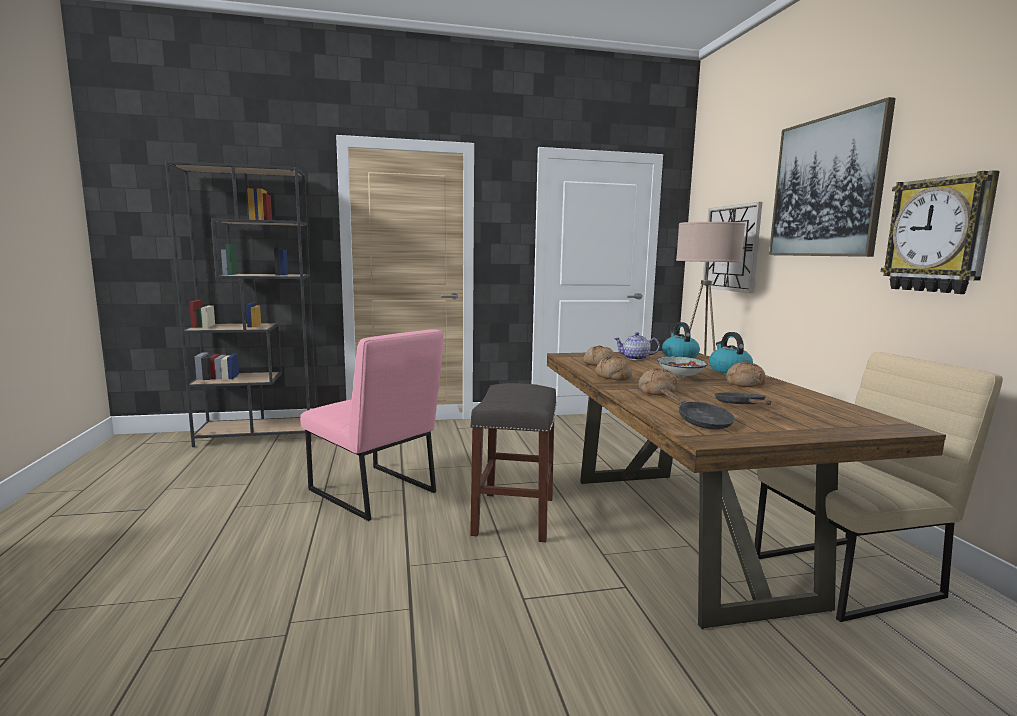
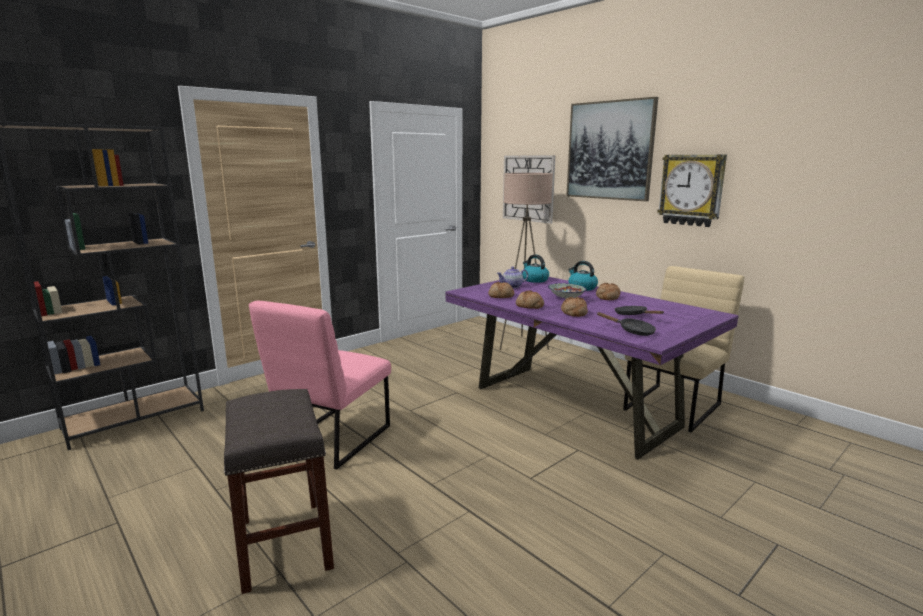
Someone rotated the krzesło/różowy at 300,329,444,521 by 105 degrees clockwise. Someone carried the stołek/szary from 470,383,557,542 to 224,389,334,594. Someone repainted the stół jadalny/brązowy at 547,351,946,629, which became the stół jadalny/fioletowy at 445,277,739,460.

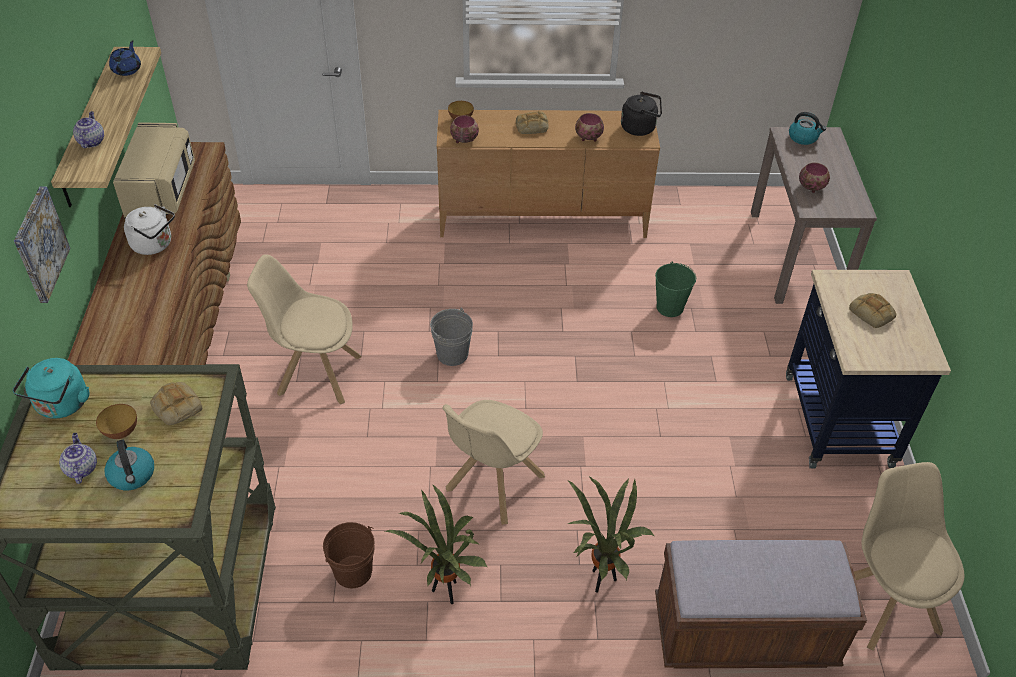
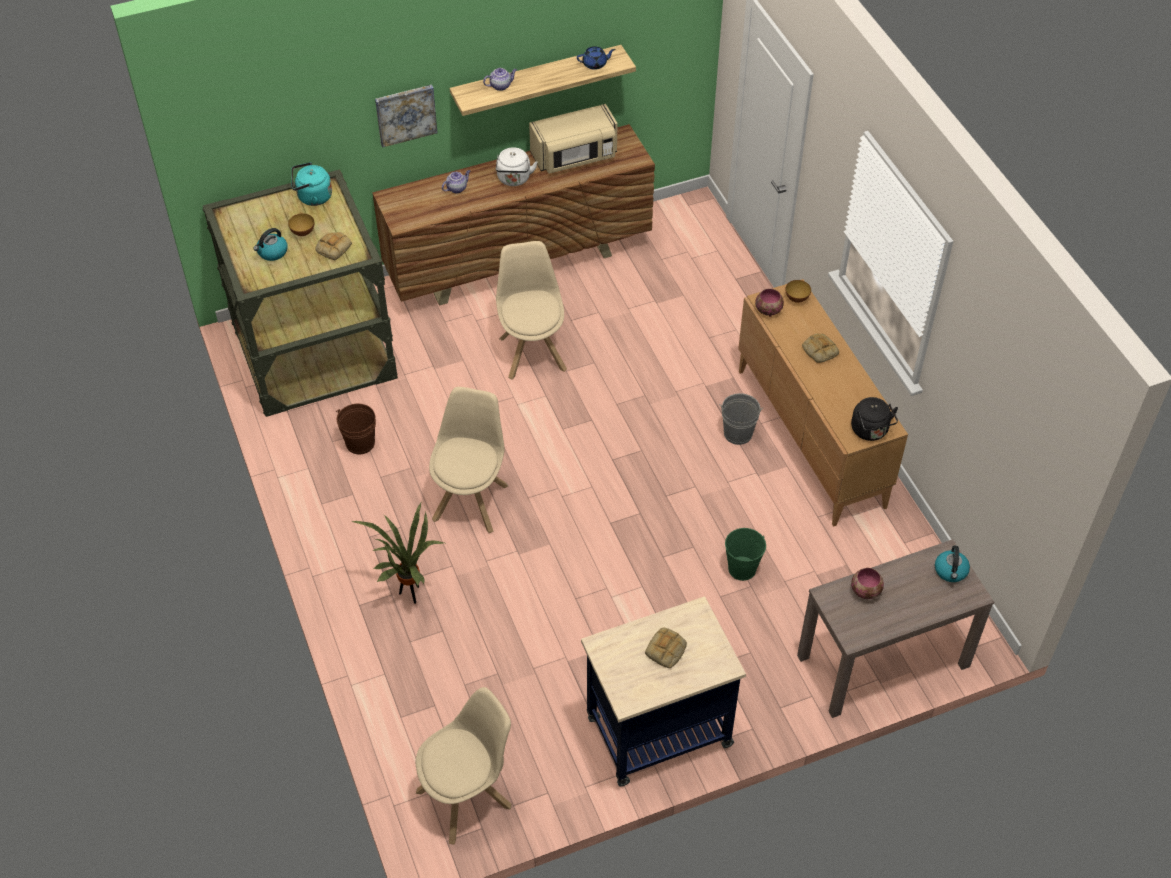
Someone carried the imbryk from 59,433,97,484 to 442,170,470,193. Someone took away the roślina doniczkowa at 385,484,488,604. Someone carried the wiadro/szary from 430,308,473,366 to 719,393,763,445. Someone rotated the krzesło/beżowy at 442,400,545,525 by 90 degrees clockwise. Someone took away the miska at 575,113,604,142. Someone took away the ławka/brązowy at 655,540,867,669.

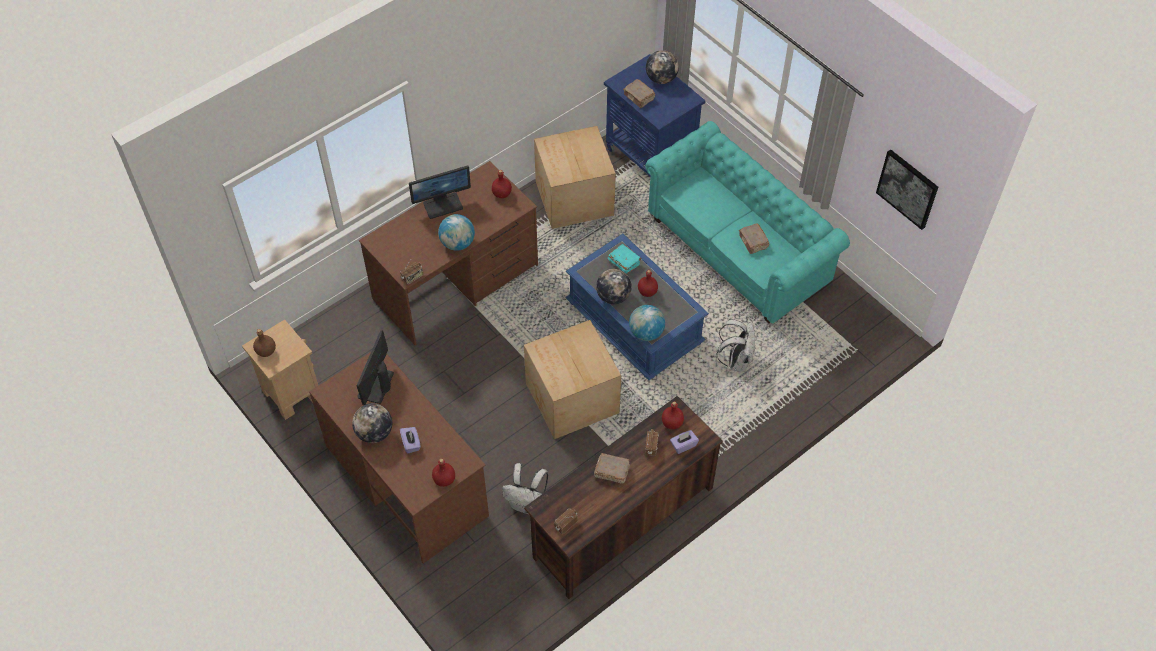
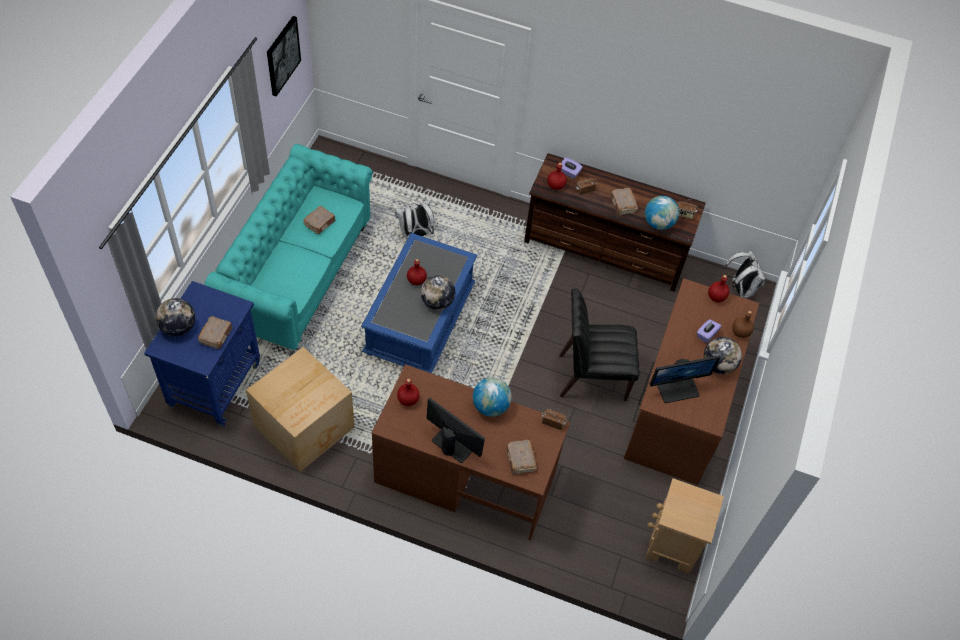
Someone carried the butelka/brązowy from 253,329,276,357 to 732,311,754,338. Someone carried the plecak/biały from 502,463,548,514 to 724,251,765,298. Someone took away the karton at 524,320,621,439. Someone took away the książka/turkusowy at 608,244,642,274. Someone carried the globus from 629,305,665,341 to 645,196,679,230. Someone put down the książka/brązowy at 506,440,537,475. Someone put down the krzesło/czarny at 559,288,640,401.

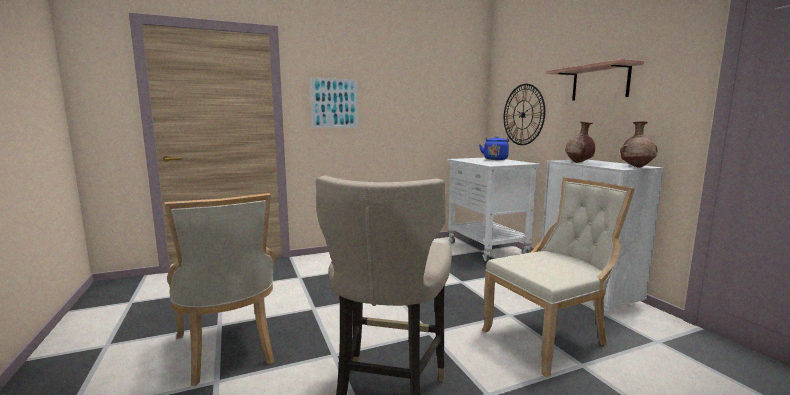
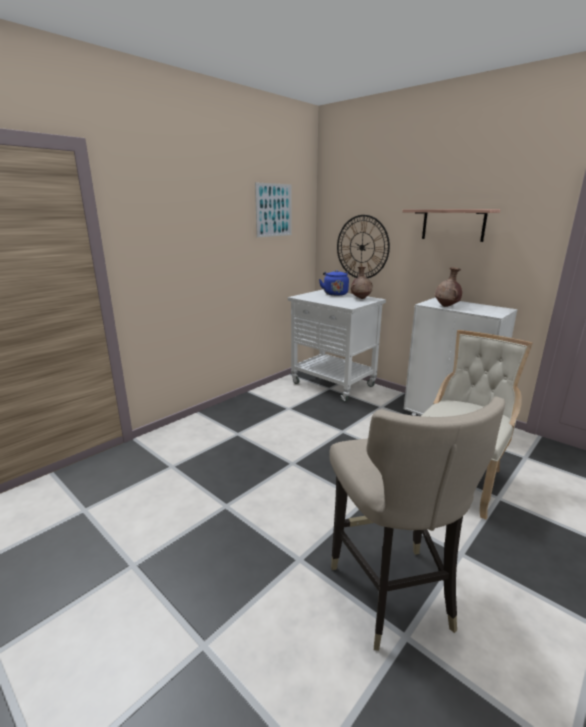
Someone took away the krzesło/beżowy at 165,193,275,386. Someone carried the obraz from 310,78,358,128 to 255,182,291,237. Someone carried the wazon/brązowy from 620,121,657,168 to 351,267,373,299.

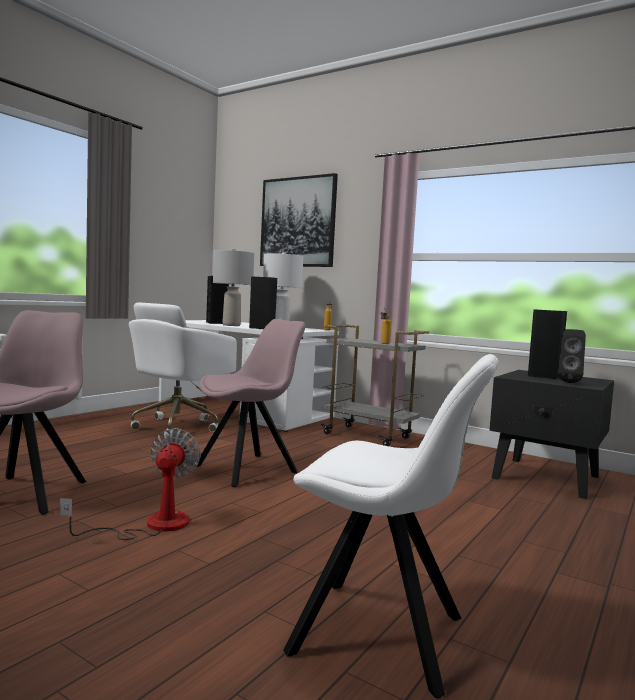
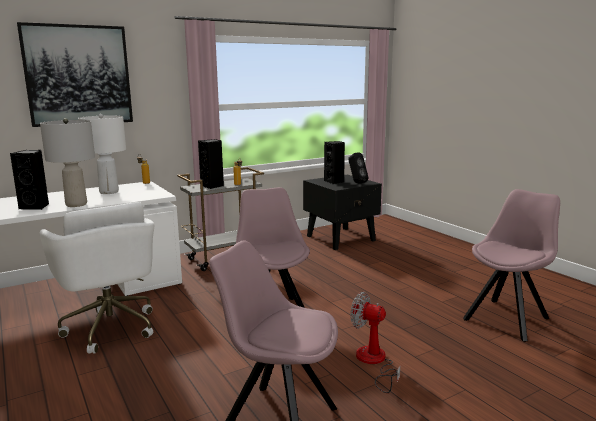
Someone carried the głośnik/czarny from 249,276,277,329 to 198,139,224,189. Someone repainted the krzesło/biały at 283,354,499,698, which became the krzesło/różowy at 463,189,560,342.

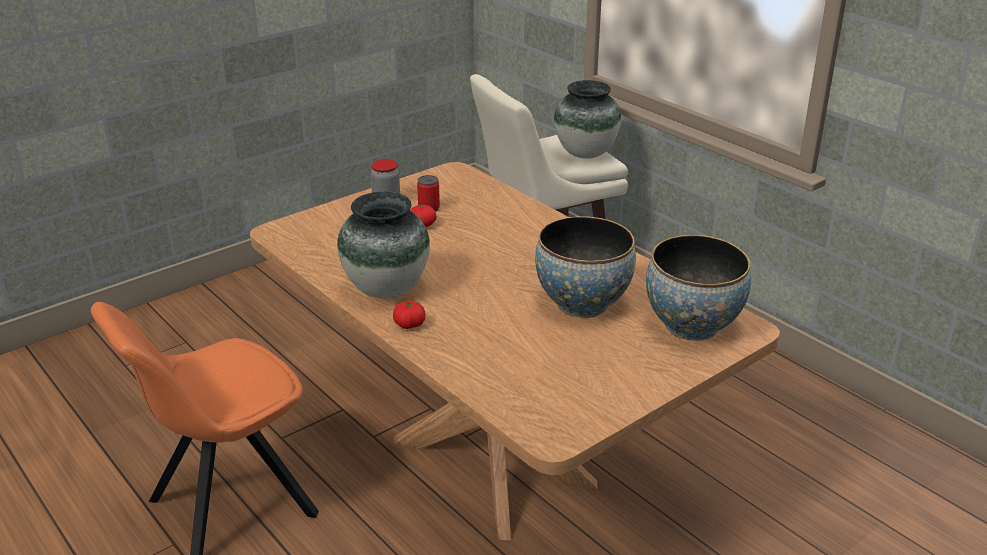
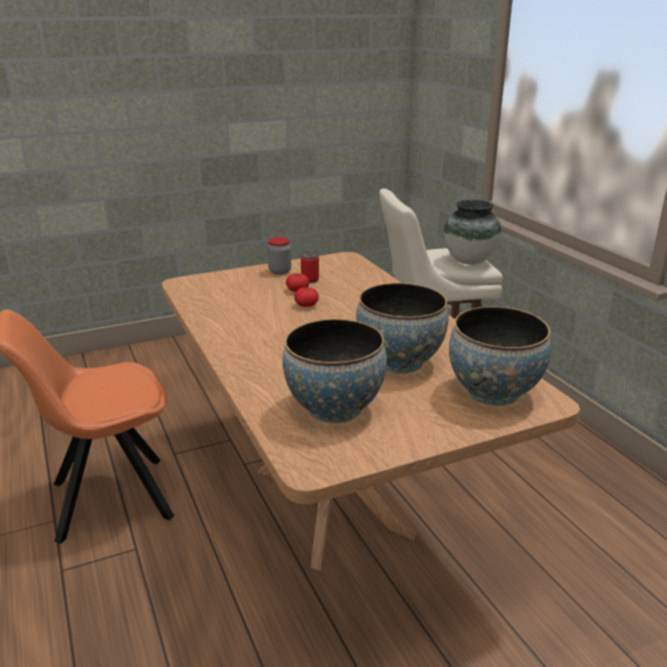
Someone took away the wazon at 337,192,430,298. Someone carried the pomidor from 393,301,426,329 to 294,287,319,307. Someone put down the miska at 283,319,387,423.

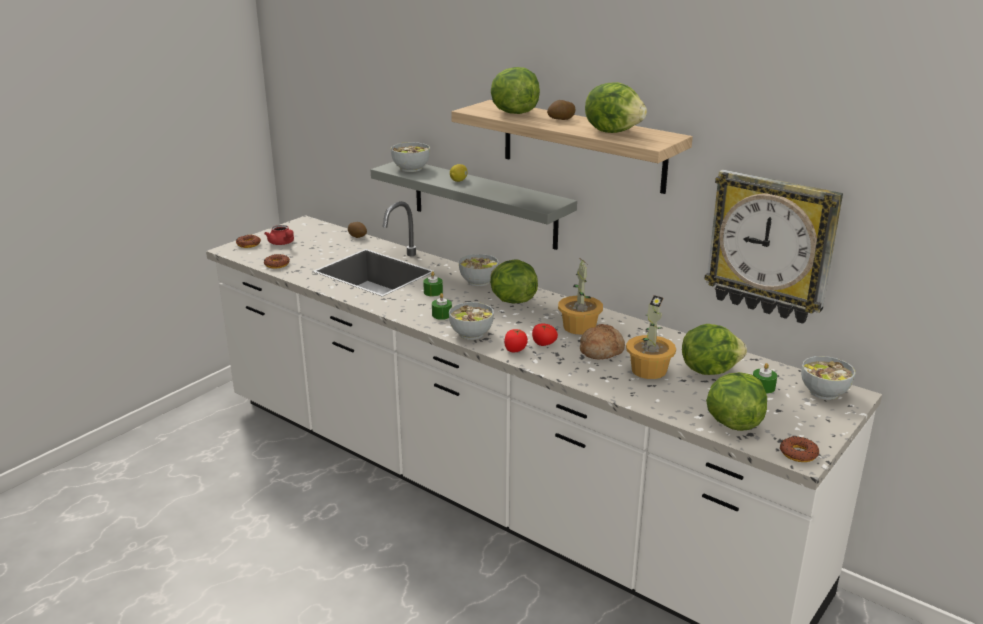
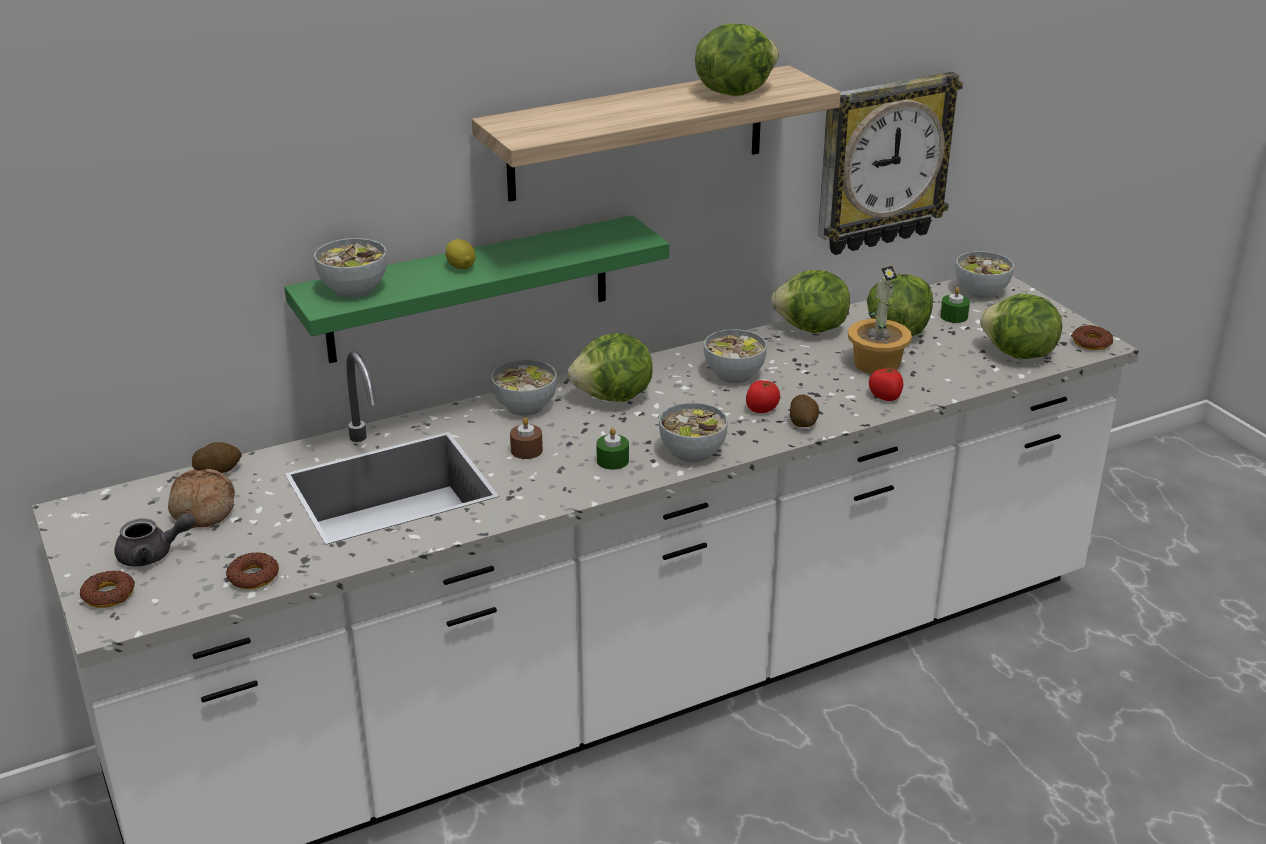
Someone repainted the imbryk/czerwony at 264,225,294,245, which became the imbryk/szary at 114,513,196,567. Someone repainted the półka/szary at 371,162,577,250, which became the półka/zielony at 284,215,669,363. Someone repainted the świeca/zielony at 423,271,443,296, which became the świeca/brązowy at 510,417,543,459. Someone carried the sałata from 491,67,540,114 to 771,270,850,333. Someone carried the pomidor from 504,329,528,352 to 869,367,903,401. Someone carried the ziemniak from 547,100,576,120 to 790,395,819,427. Someone swapped the roślina doniczkowa at 558,257,603,335 for the miska at 704,329,767,383. Someone carried the chleb from 580,324,625,359 to 168,468,235,528.

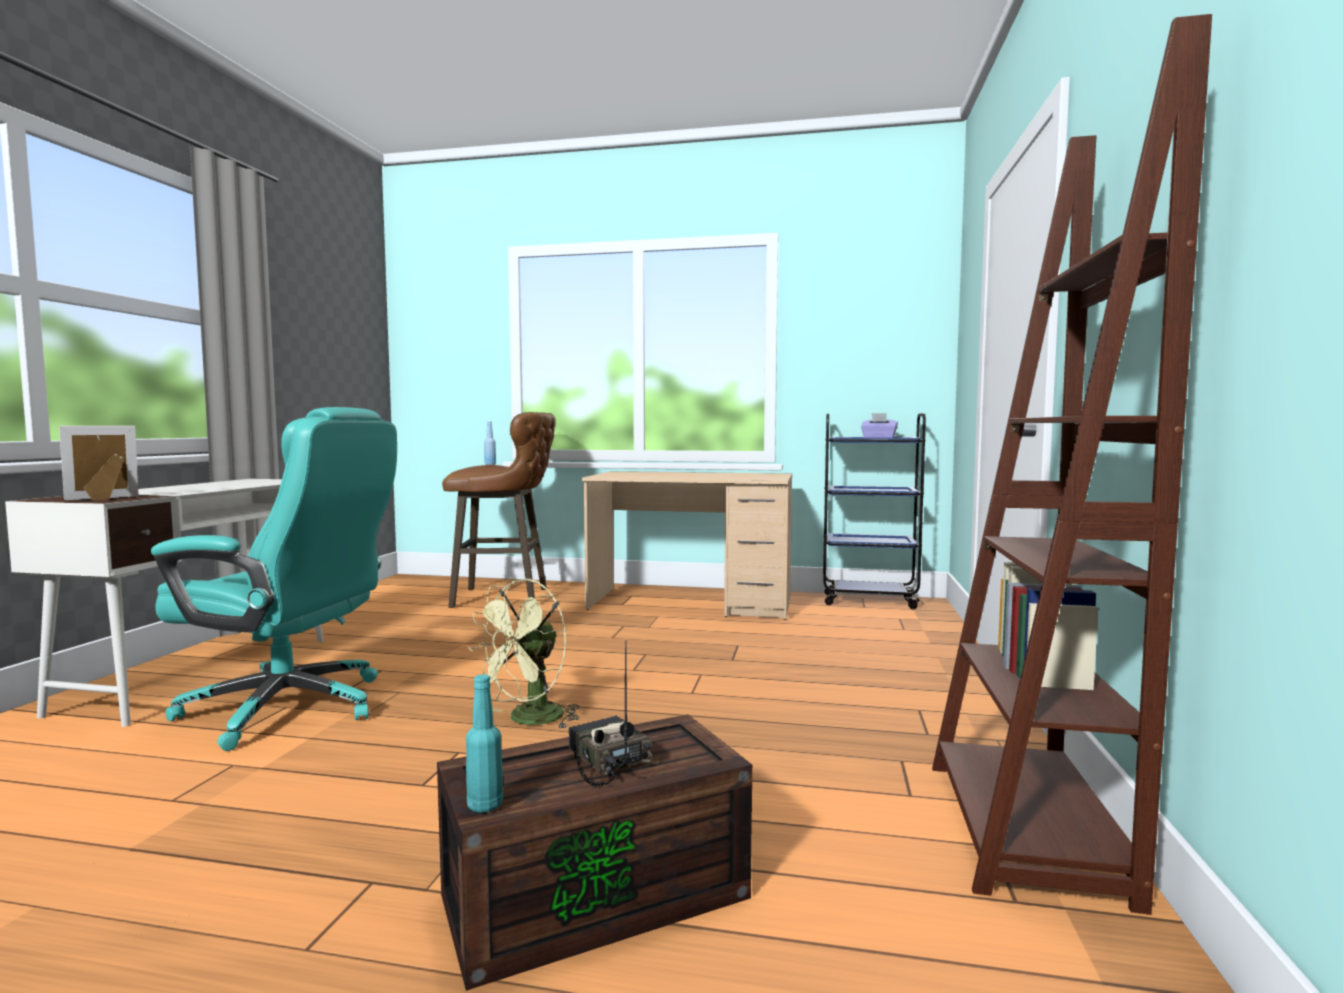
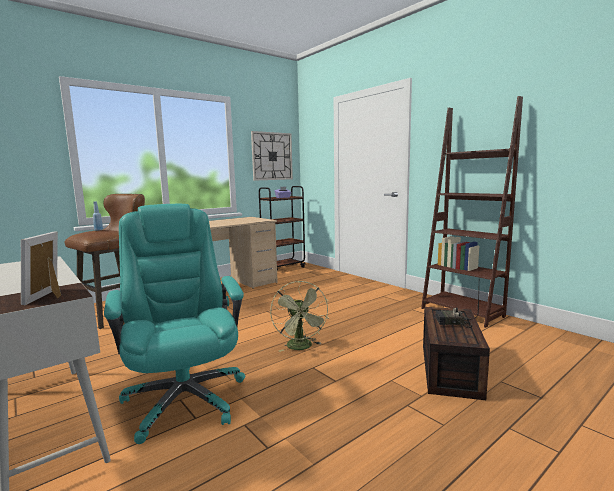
Someone rotated the krzesło biurowe/turkusowy at 151,407,397,751 by 75 degrees counterclockwise. Someone took away the butelka/turkusowy at 466,674,503,813. Someone repainted the wózek/niebieski at 823,413,926,609, which became the wózek/brązowy at 259,186,306,270. Someone put up the zegar ścienny at 251,131,293,181.

